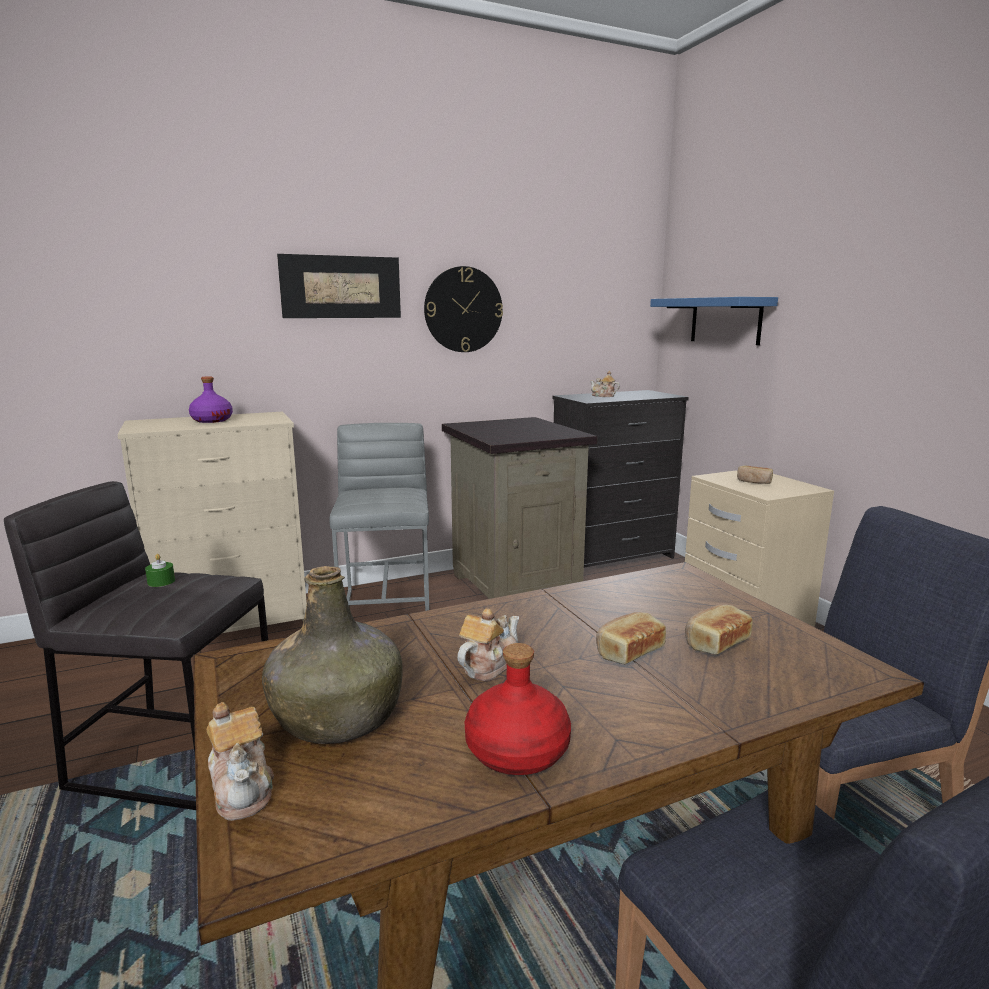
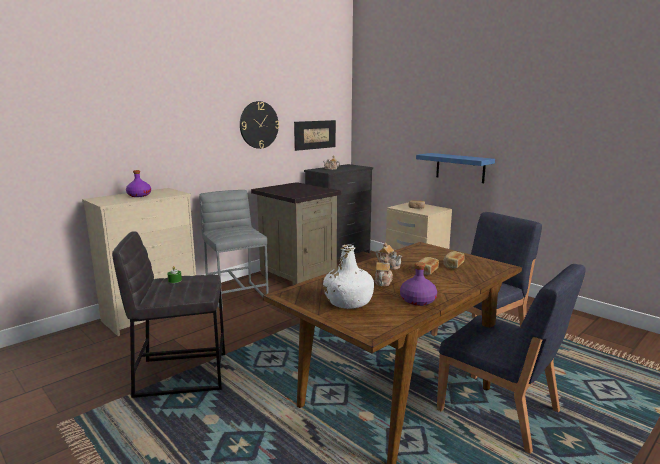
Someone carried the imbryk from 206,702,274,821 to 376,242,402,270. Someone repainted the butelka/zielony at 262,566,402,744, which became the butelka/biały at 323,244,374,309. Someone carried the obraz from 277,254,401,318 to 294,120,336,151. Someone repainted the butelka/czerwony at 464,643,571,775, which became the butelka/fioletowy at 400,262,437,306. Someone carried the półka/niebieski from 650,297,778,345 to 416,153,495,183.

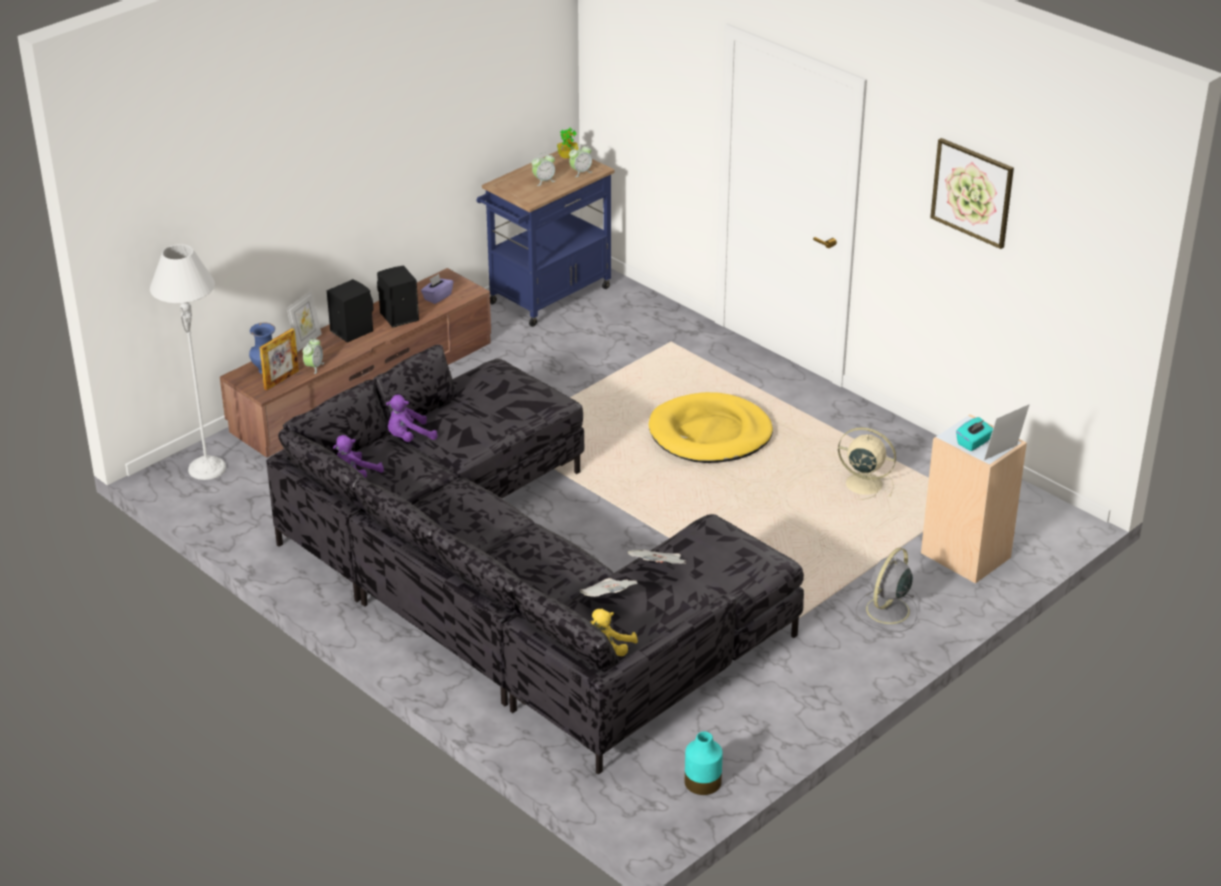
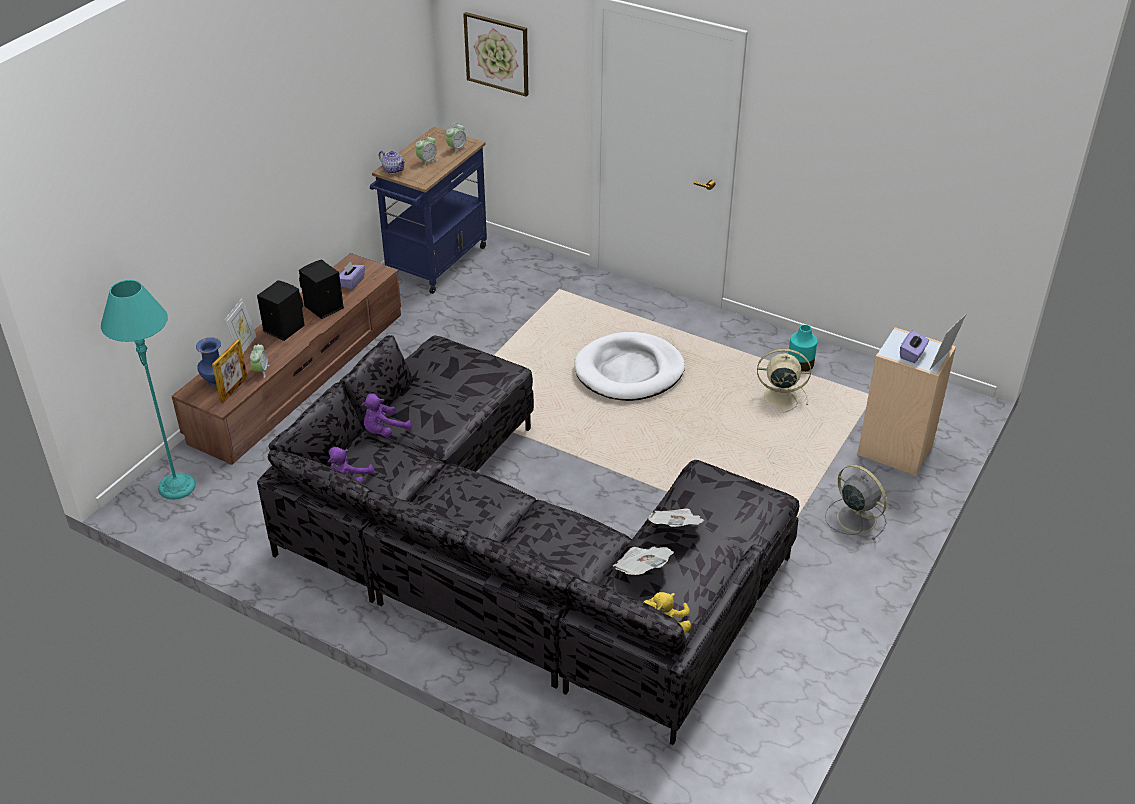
Someone repainted the lampa stojąca/szary at 150,244,226,480, which became the lampa stojąca/turkusowy at 101,280,196,500. Someone took away the roślina doniczkowa at 557,128,579,158. Someone repainted the legowisko/żółty at 649,392,773,463, which became the legowisko/biały at 574,332,685,401. Someone carried the wazon/turkusowy from 685,732,723,795 to 788,325,818,372. Someone rotated the wentylator/szary at 855,548,917,632 by 120 degrees clockwise. Someone carried the obraz from 930,138,1014,249 to 463,12,528,97. Someone repainted the pudełko chusteczek/turkusowy at 956,417,993,451, which became the pudełko chusteczek/fioletowy at 900,330,929,363. Someone put down the imbryk at 379,151,406,174.

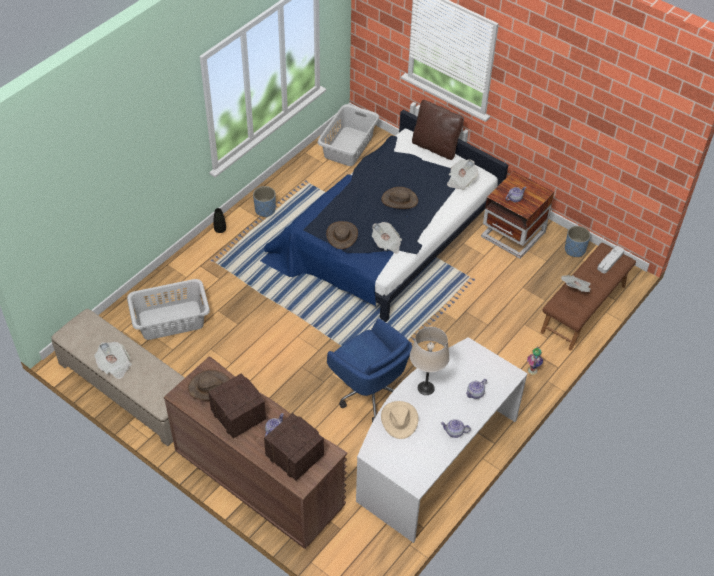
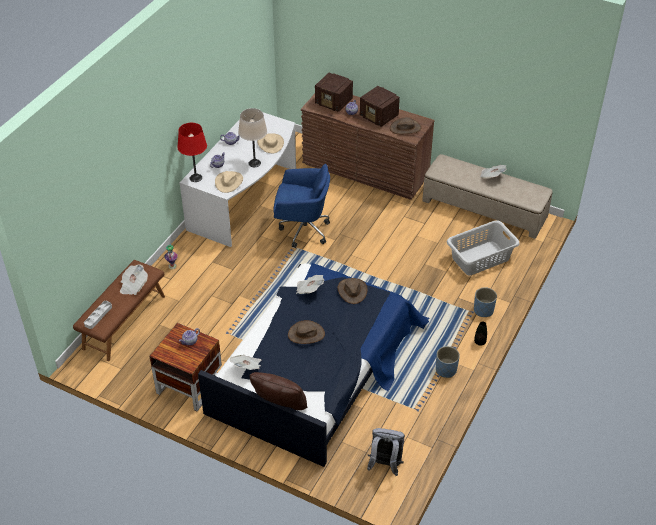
Someone swapped the kosz na pranie/szary at 318,104,379,166 for the plecak/szary at 367,428,405,476. Someone rotated the krzesło biurowe/niebieski at 327,318,412,423 by 150 degrees clockwise. Someone carried the donica/niebieski from 565,226,591,257 to 474,287,497,317. Someone put down the lampa stołowa/czerwony at 177,123,207,182. Someone put down the kapelusz/beżowy at 215,171,243,193.

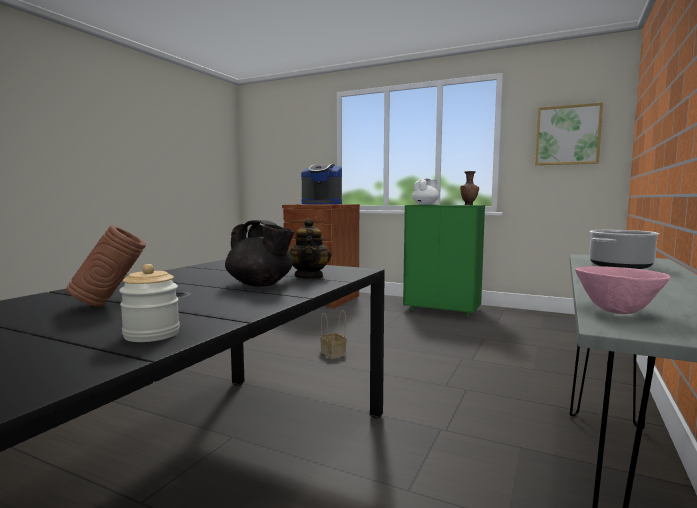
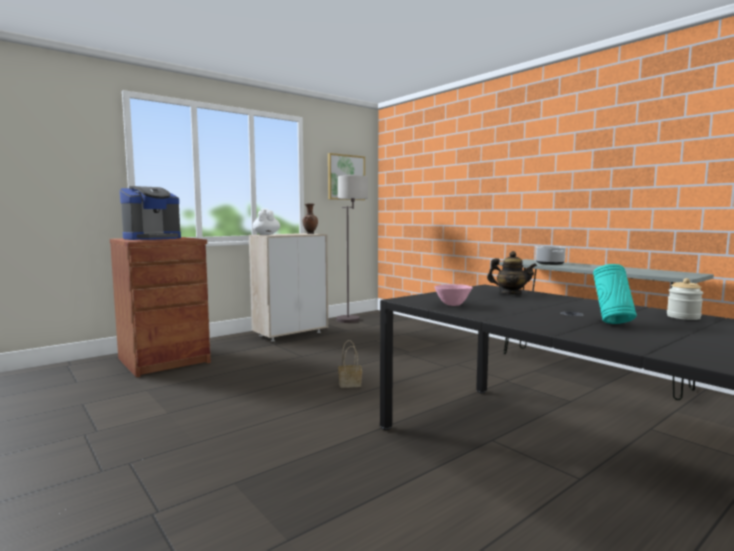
Someone repainted the wazon/brązowy at 66,226,146,307, which became the wazon/turkusowy at 593,264,637,324. Someone took away the imbryk/czarny at 225,220,295,287. Someone repainted the szafka/zielony at 403,205,485,317, which became the szafka/beżowy at 249,233,328,342. Someone carried the miska/różowy from 575,266,670,314 to 434,284,473,306. Someone put down the lampa stojąca/szary at 336,175,368,323.

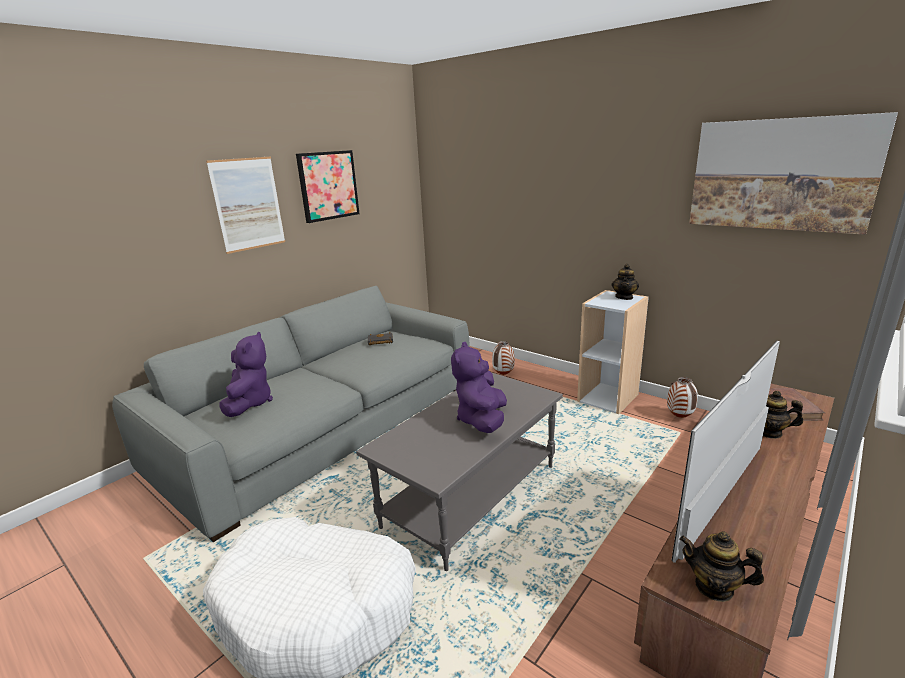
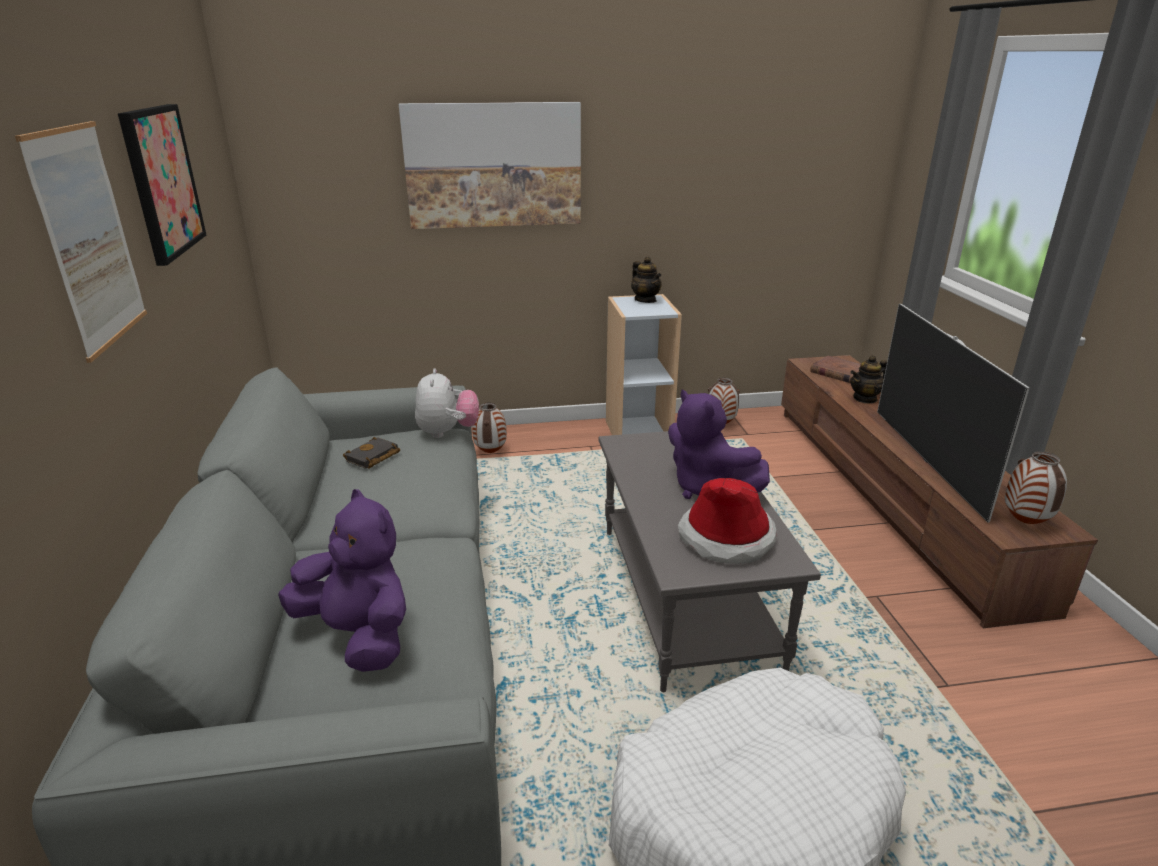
Someone swapped the imbryk at 680,531,764,602 for the wazon at 1005,451,1067,524. Someone carried the obraz from 689,112,898,235 to 399,102,581,229. Someone put down the pluszak at 415,368,479,438. Someone put down the kapelusz at 678,478,776,564.

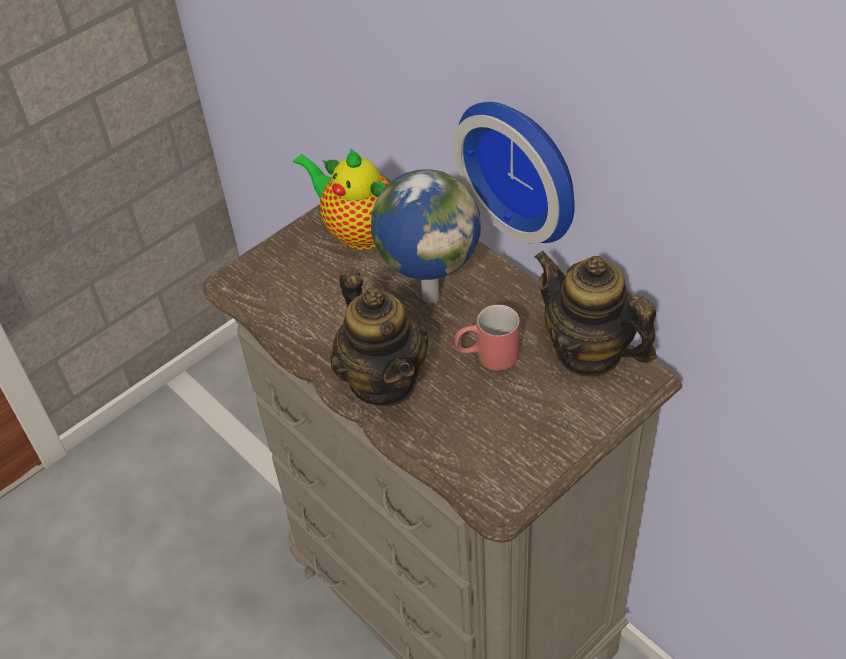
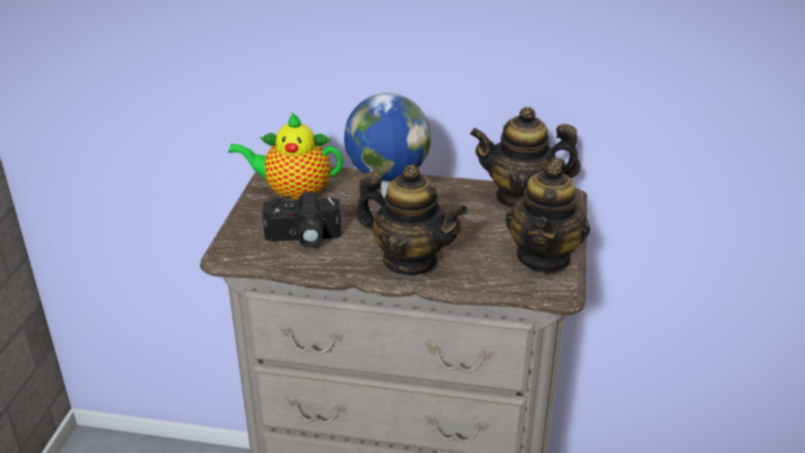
Someone took away the zegar ścienny at 453,102,575,244. Someone took away the kubek/czerwony at 454,305,520,371. Someone put down the aparat fotograficzny at 262,192,341,248. Someone put down the imbryk at 505,158,590,274.

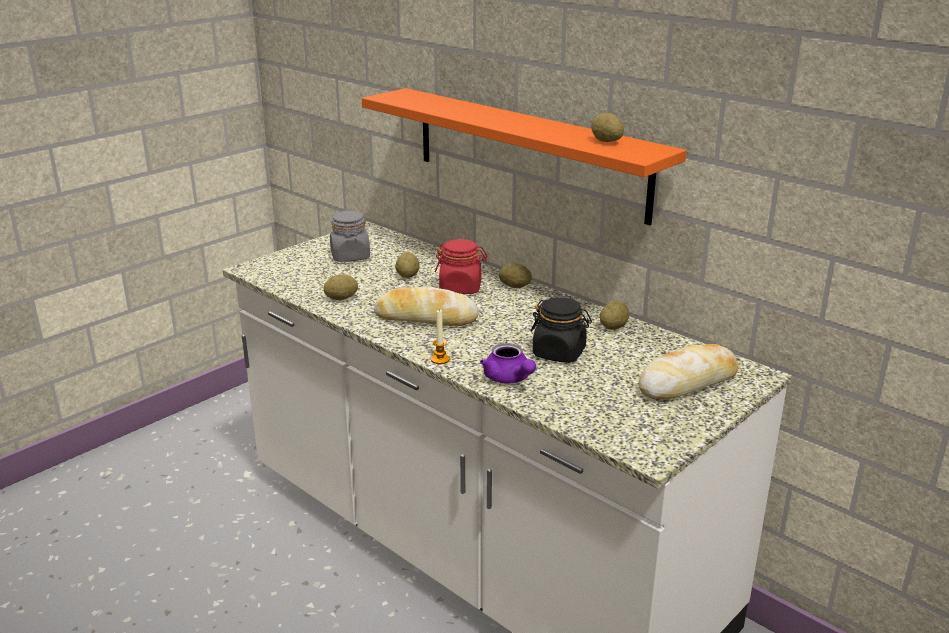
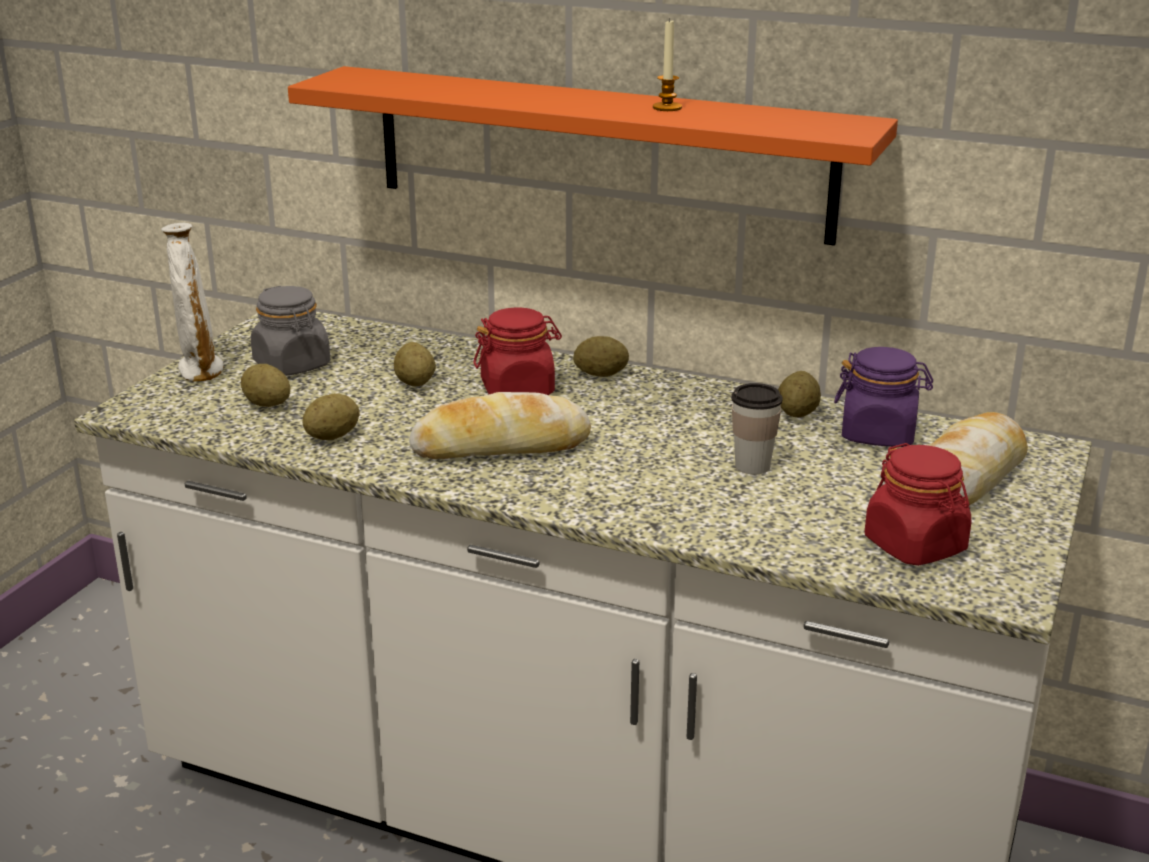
Someone carried the świeca from 431,310,450,364 to 653,19,682,111. Someone took away the imbryk/fioletowy at 480,343,536,384. Someone swapped the słoik/czarny at 531,297,592,363 for the filiżanka at 731,383,783,474. Someone carried the ziemniak from 591,113,624,142 to 241,364,290,407. Someone put down the wazon/biały at 161,223,224,381. Someone put down the słoik/fioletowy at 834,347,933,447. Someone put down the słoik/czerwony at 865,443,971,566.

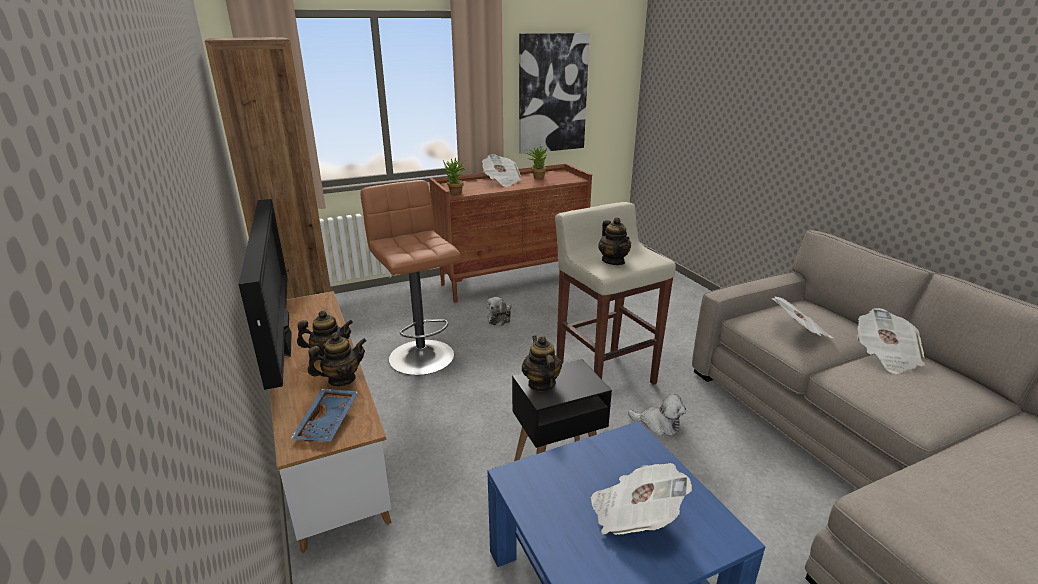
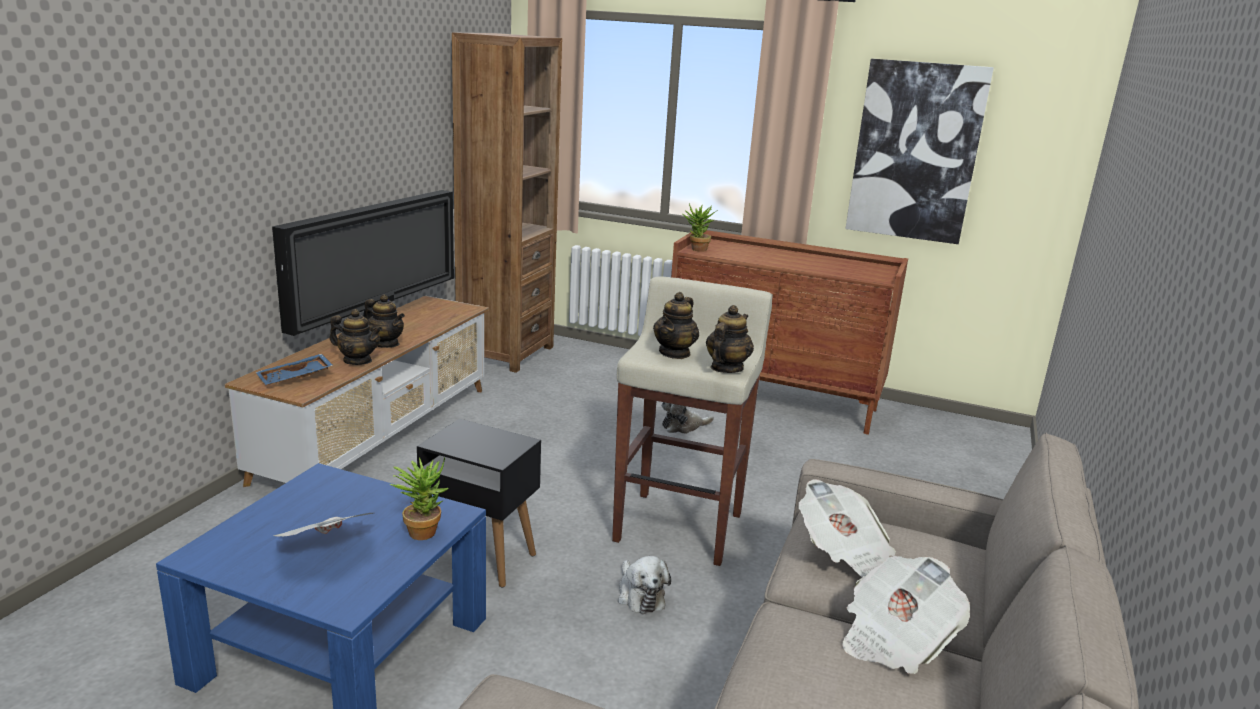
Someone took away the stołek/brązowy at 360,180,461,375. Someone took away the gazeta at 482,154,522,187. Someone carried the imbryk from 522,335,562,392 to 706,305,754,373. Someone carried the roślina doniczkowa from 526,146,547,179 to 389,457,449,540.

